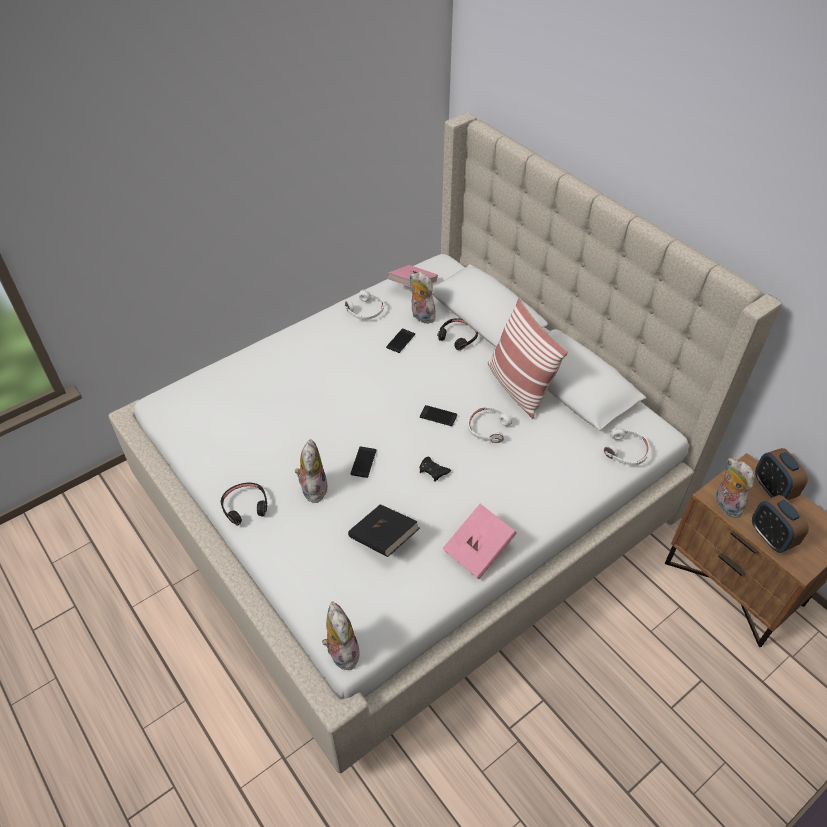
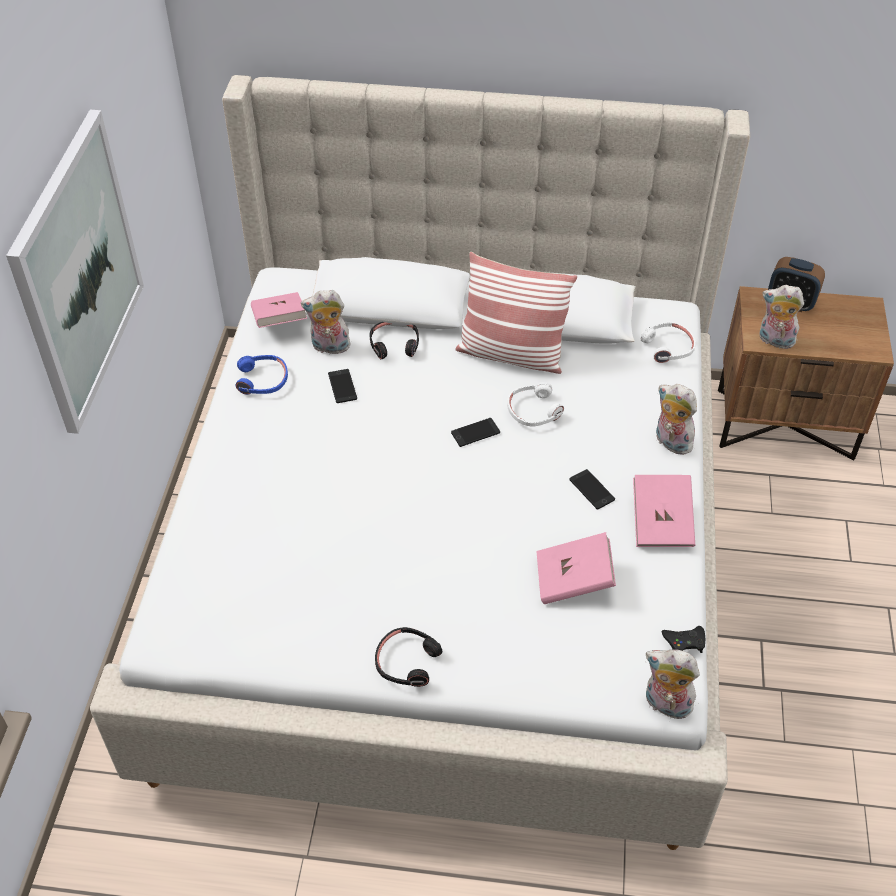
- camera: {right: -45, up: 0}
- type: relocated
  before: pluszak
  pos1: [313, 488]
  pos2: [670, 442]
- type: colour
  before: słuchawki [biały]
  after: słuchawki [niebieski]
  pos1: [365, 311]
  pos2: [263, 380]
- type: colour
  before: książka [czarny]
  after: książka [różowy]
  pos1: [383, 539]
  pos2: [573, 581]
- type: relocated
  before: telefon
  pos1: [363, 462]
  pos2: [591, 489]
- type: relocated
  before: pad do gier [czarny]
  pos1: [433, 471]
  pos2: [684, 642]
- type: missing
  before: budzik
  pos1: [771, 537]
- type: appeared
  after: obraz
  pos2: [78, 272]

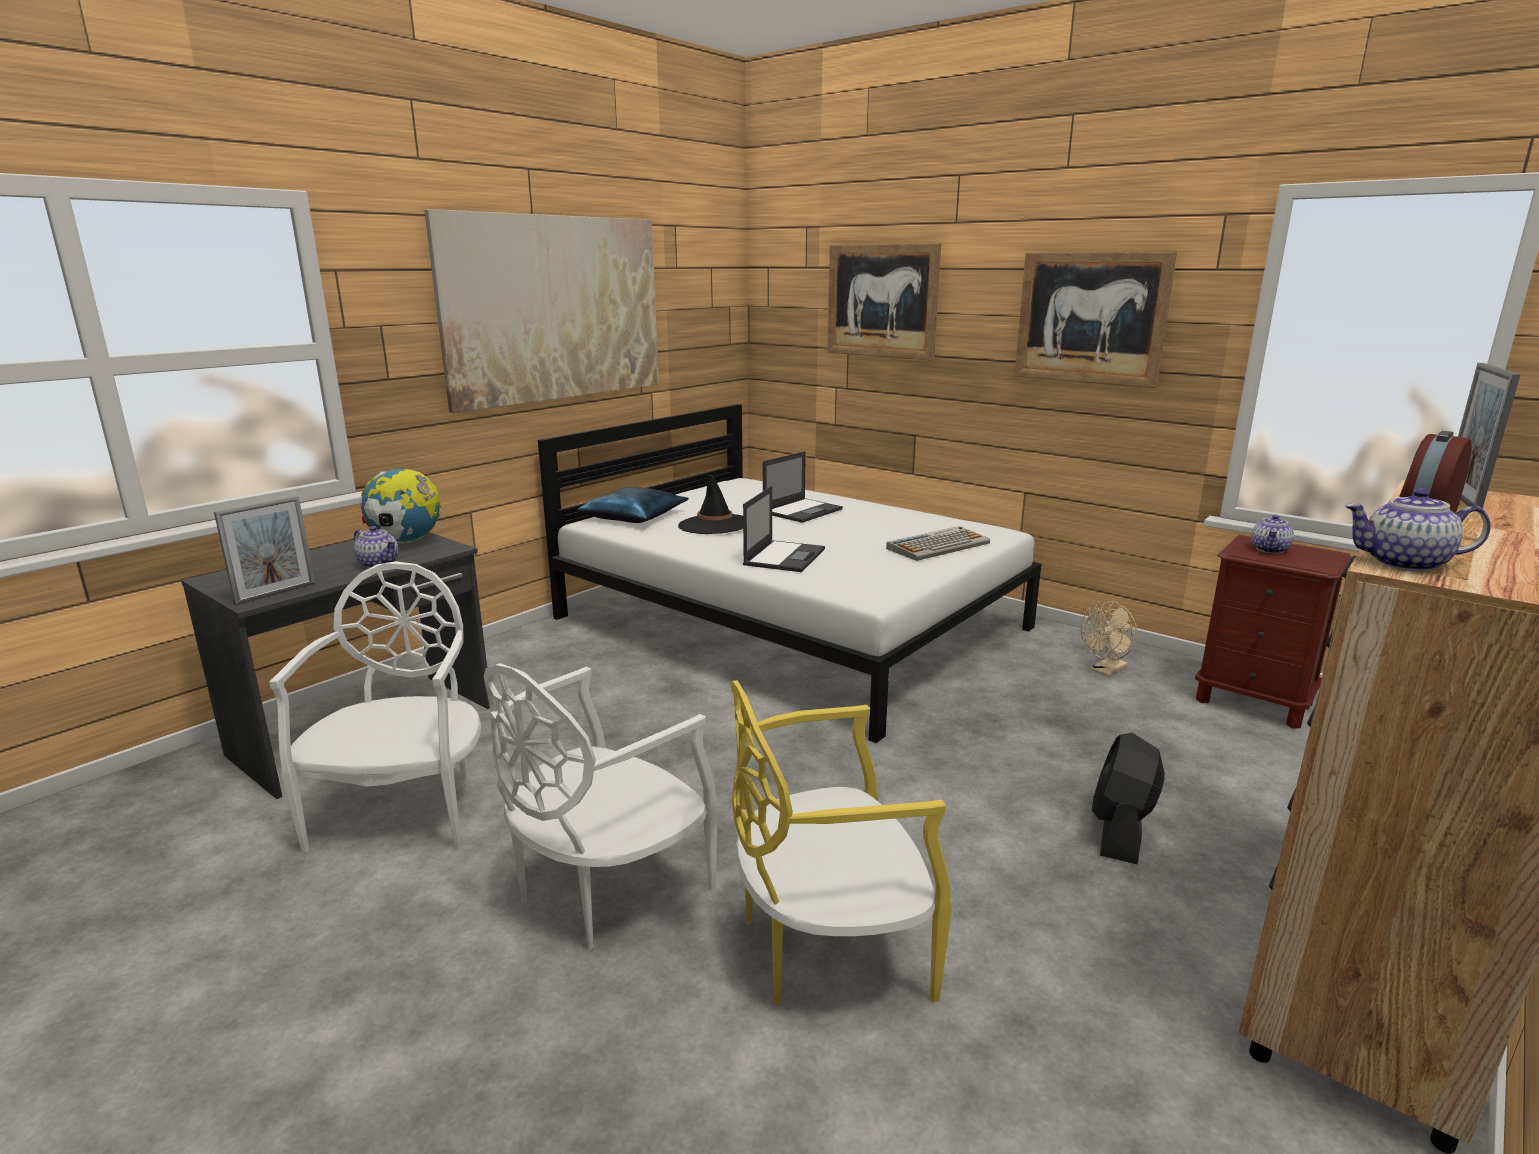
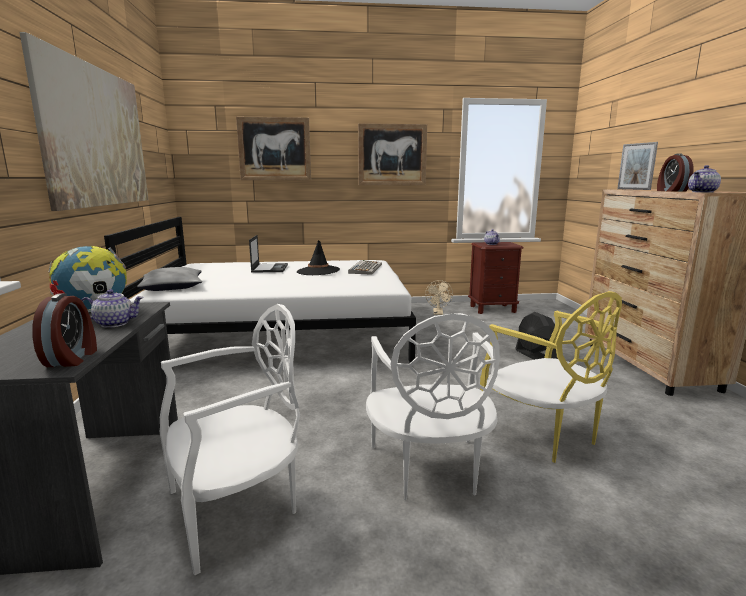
- camera: {right: -45, up: -5}
- type: exchanged
  before: ramka na zdjęcie
  after: budzik
  pos1: [275, 593]
  pos2: [72, 358]
- type: spun
  before: krzesło [biały]
  pos1: [405, 811]
  pos2: [237, 508]
  turn: 105
- type: colour
  before: poduszka [niebieski]
  after: poduszka [szary]
  pos1: [634, 516]
  pos2: [172, 287]
- type: relocated
  before: kapelusz [czarny]
  pos1: [714, 525]
  pos2: [318, 271]
- type: spun
  before: krzesło [żółty]
  pos1: [828, 947]
  pos2: [542, 434]
  turn: -60
- type: missing
  before: laptop
  pos1: [784, 556]

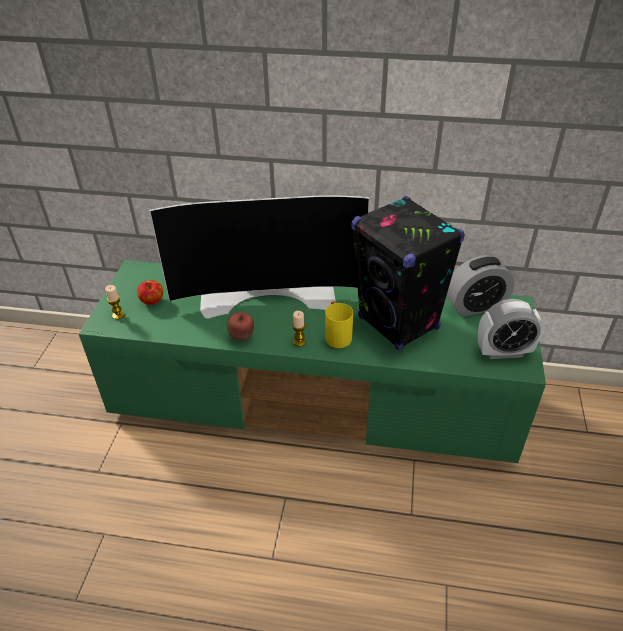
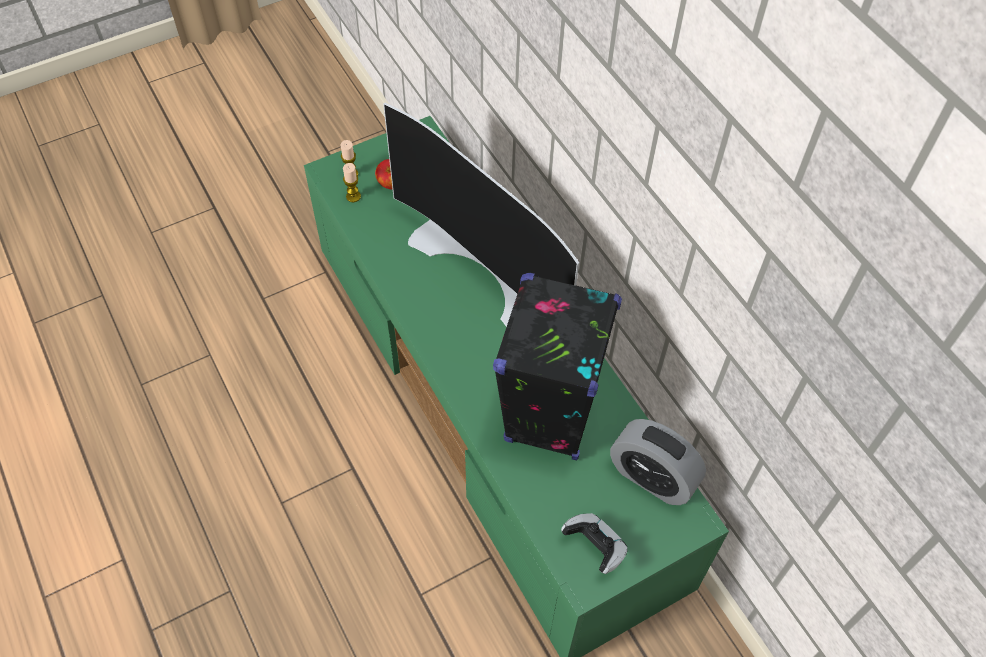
- camera: {right: 50, up: 15}
- type: missing
  before: jabłko
  pos1: [241, 337]
- type: relocated
  before: świeca
  pos1: [299, 342]
  pos2: [353, 196]
- type: missing
  before: kubek [żółty]
  pos1: [337, 335]
- type: exchanged
  before: budzik
  after: pad do gier
  pos1: [503, 352]
  pos2: [595, 547]

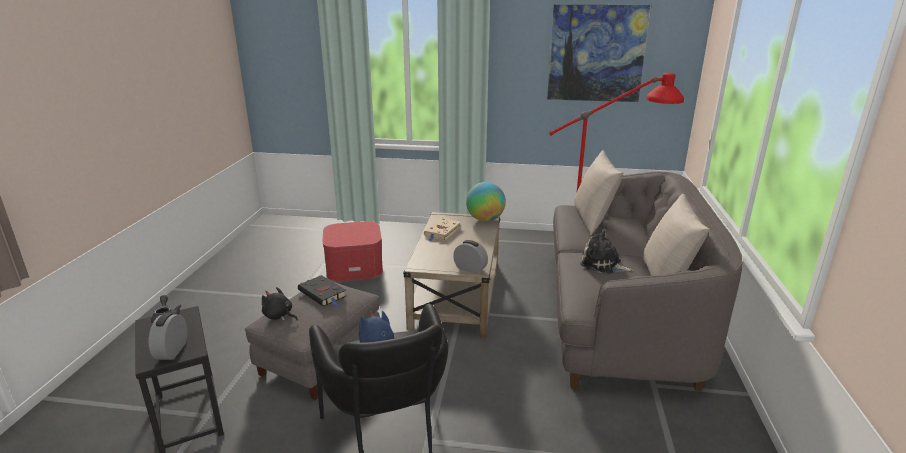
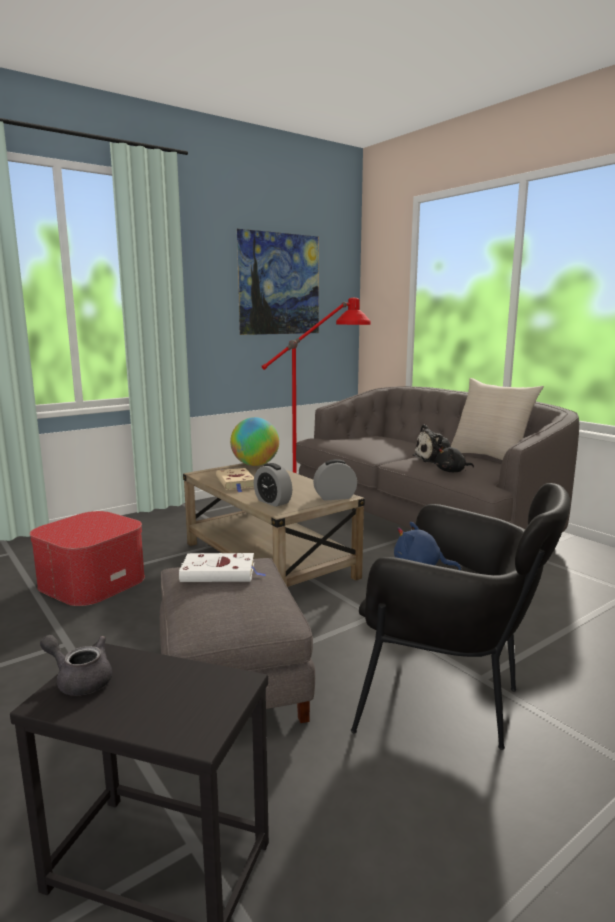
- camera: {right: -45, up: -10}
- type: relocated
  before: budzik
  pos1: [172, 351]
  pos2: [272, 502]
- type: relocated
  before: pluszak [czarny]
  pos1: [279, 316]
  pos2: [452, 471]
- type: colour
  before: książka [czarny]
  after: książka [biały]
  pos1: [323, 294]
  pos2: [220, 573]
- type: missing
  before: poduszka [beżowy]
  pos1: [593, 221]

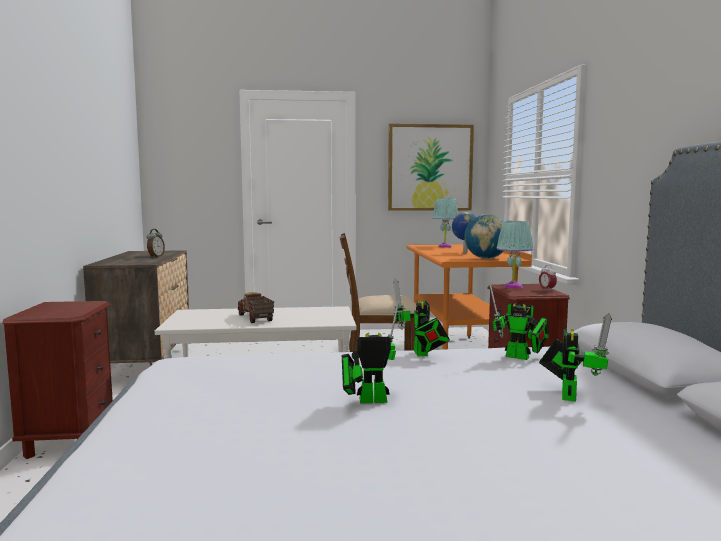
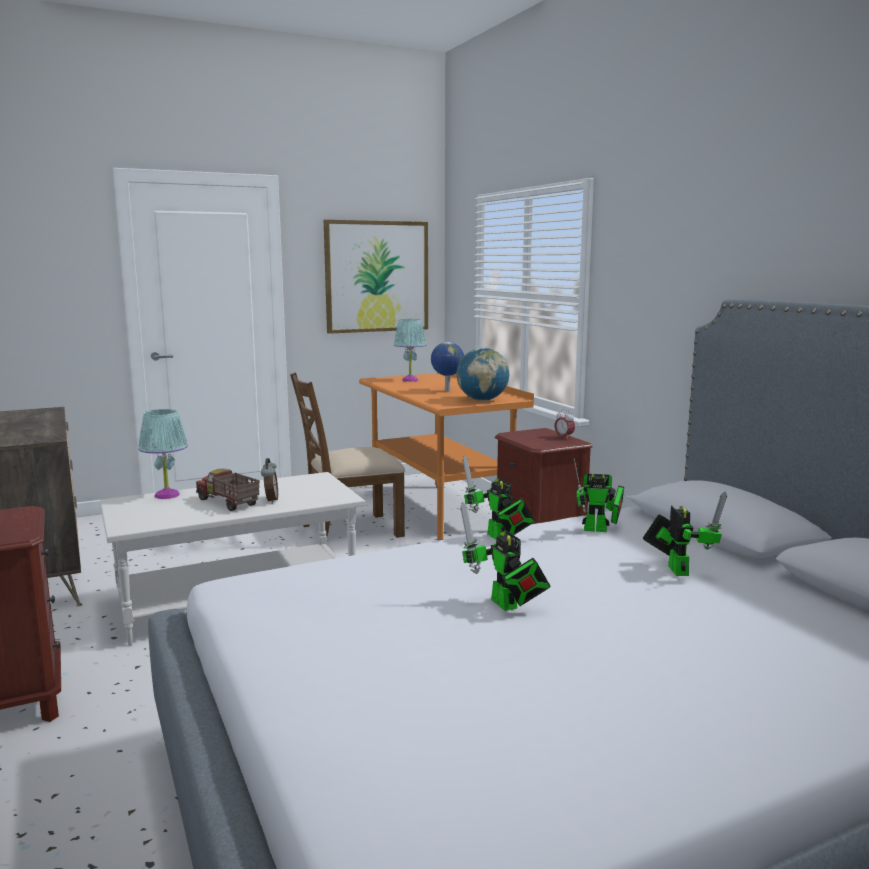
- camera: {right: -20, up: 5}
- type: relocated
  before: budzik
  pos1: [155, 256]
  pos2: [270, 500]
- type: spun
  before: robot zabawkowy
  pos1: [368, 400]
  pos2: [506, 606]
  turn: -90
- type: relocated
  before: lampa stołowa [turkusowy]
  pos1: [513, 287]
  pos2: [167, 495]

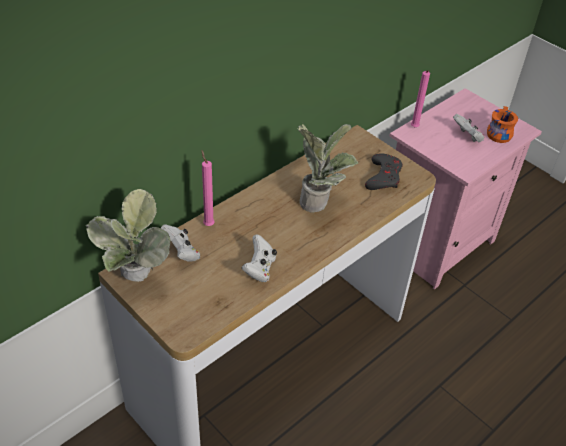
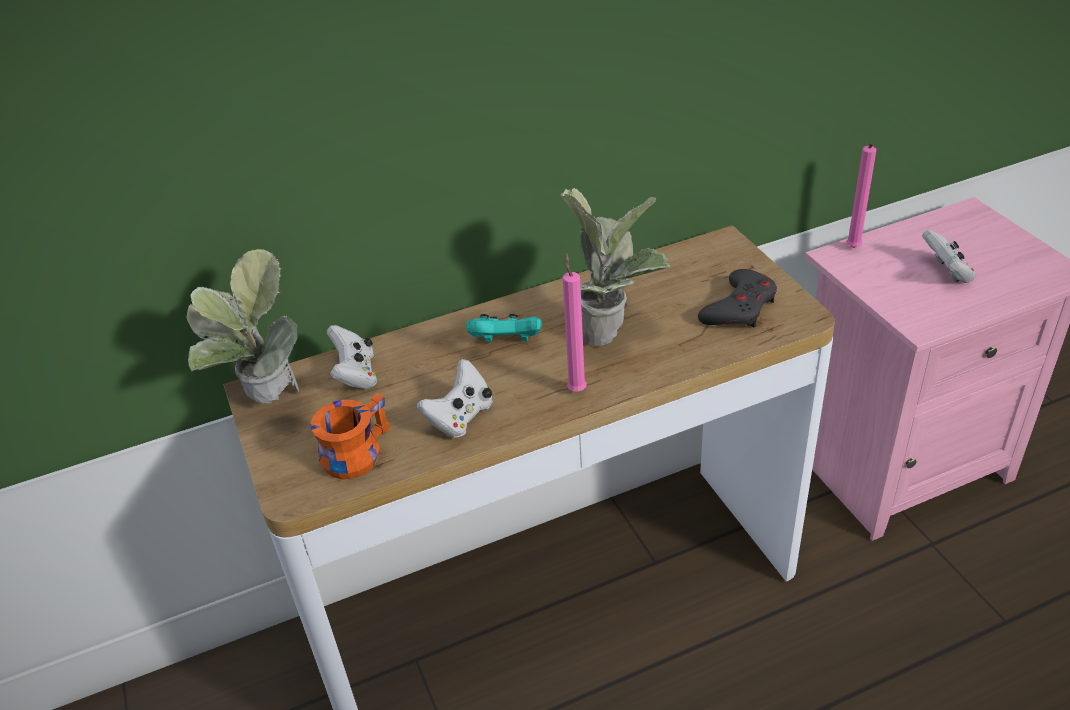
- camera: {right: 25, up: -5}
- type: relocated
  before: świeca [różowy]
  pos1: [208, 224]
  pos2: [576, 389]
- type: relocated
  before: kubek [pomarańczowy]
  pos1: [497, 132]
  pos2: [354, 451]
- type: appeared
  after: pad do gier [turkusowy]
  pos2: [507, 343]

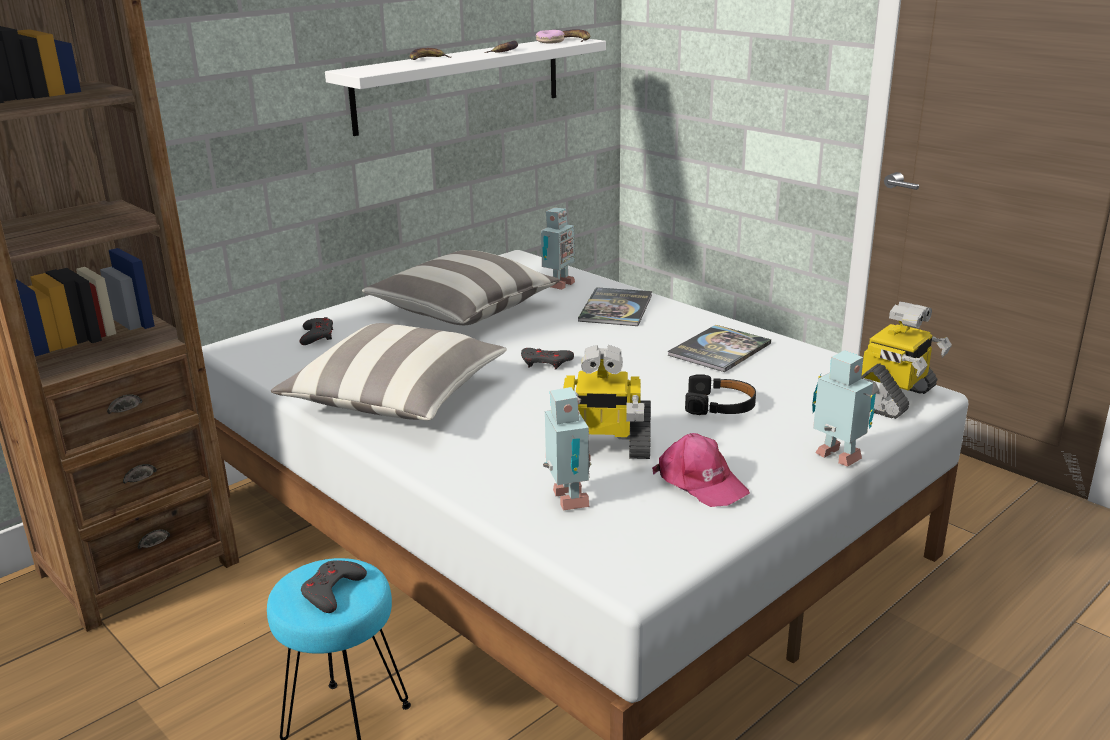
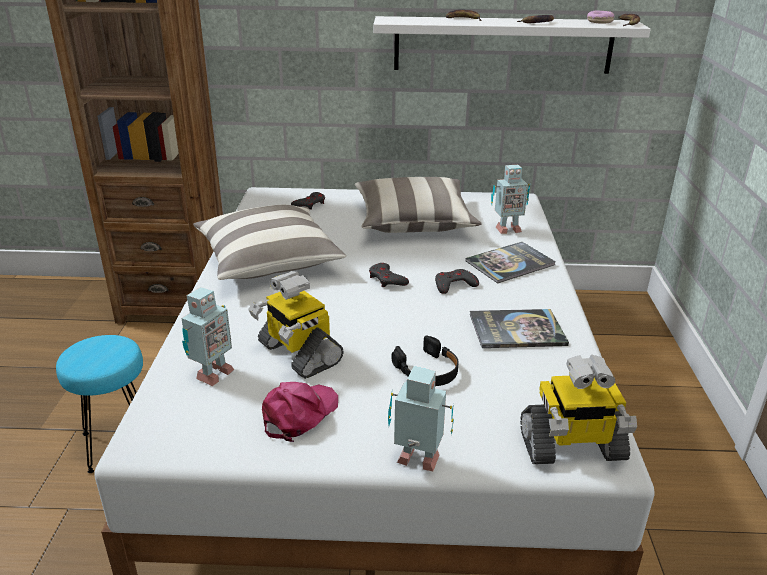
- camera: {right: 45, up: 5}
- type: relocated
  before: pad do gier [szary]
  pos1: [332, 591]
  pos2: [454, 285]
- type: spun
  before: czapka z daszkiem [różowy]
  pos1: [700, 482]
  pos2: [299, 414]
  turn: -150
- type: spun
  before: robot zabawkowy
  pos1: [837, 458]
  pos2: [418, 463]
  turn: -75

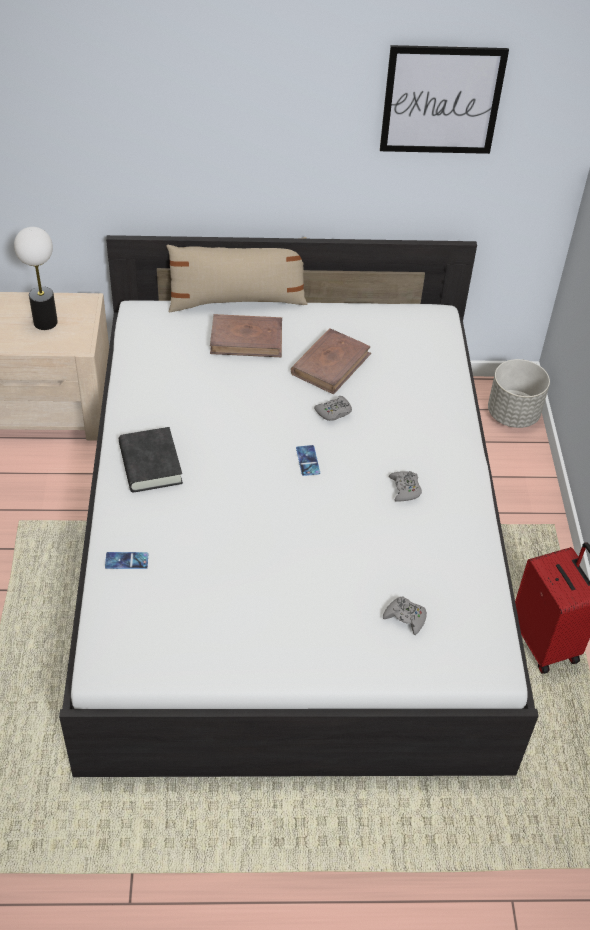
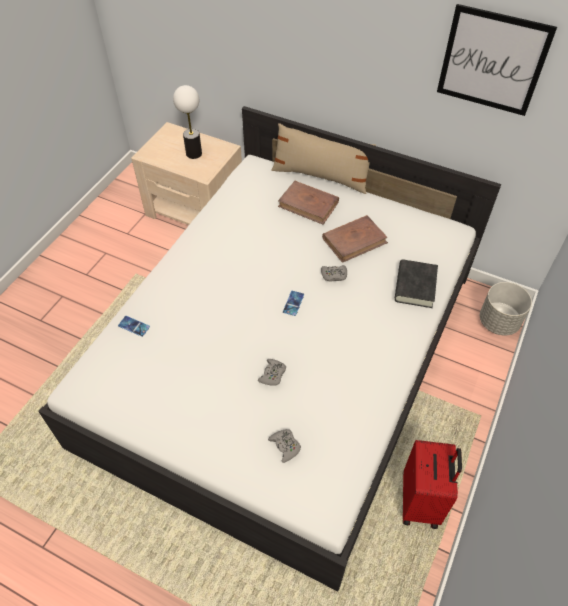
- camera: {right: 30, up: 5}
- type: relocated
  before: książka [czarny]
  pos1: [150, 464]
  pos2: [415, 286]
- type: relocated
  before: pad do gier [szary]
  pos1: [405, 489]
  pos2: [272, 374]

